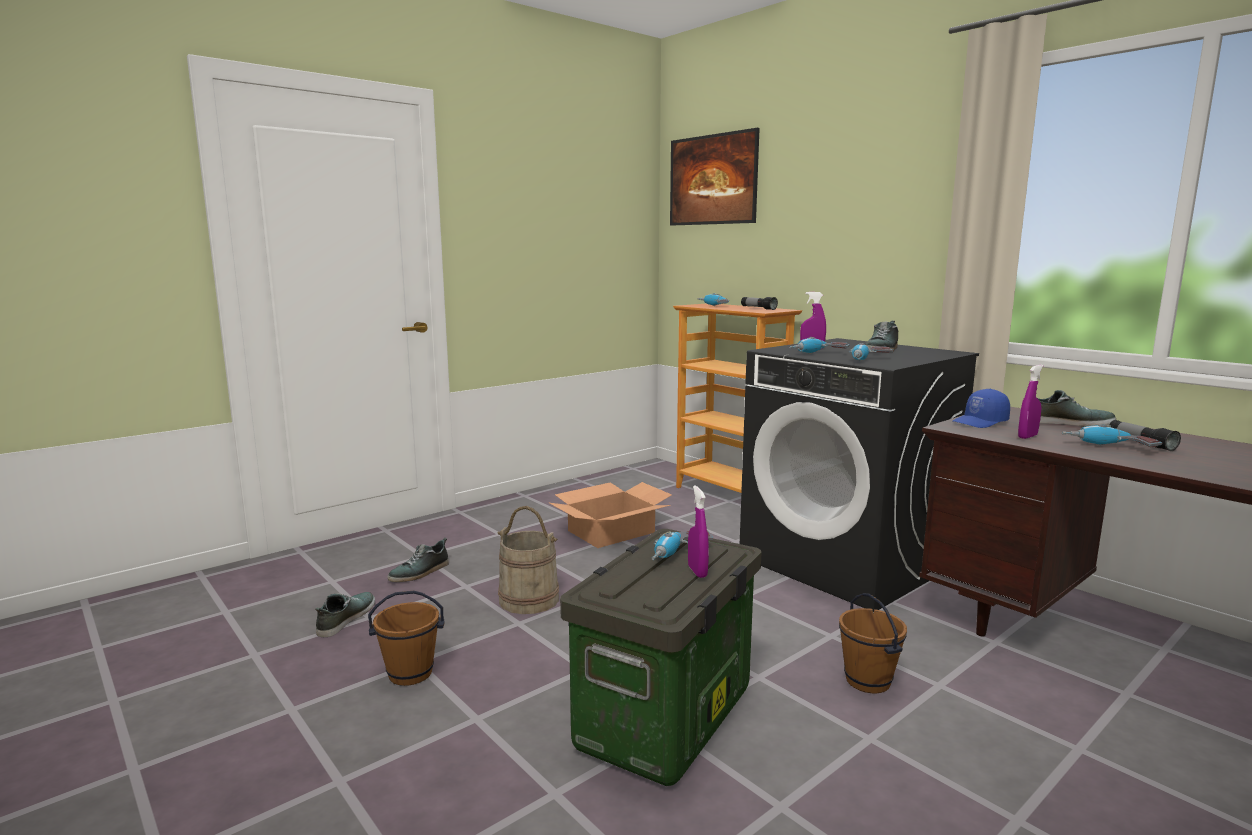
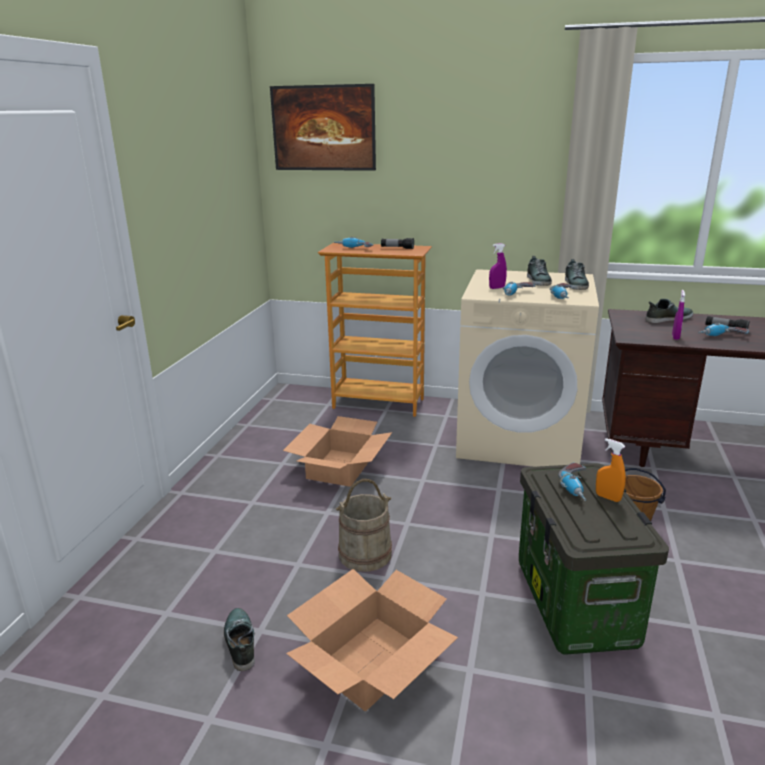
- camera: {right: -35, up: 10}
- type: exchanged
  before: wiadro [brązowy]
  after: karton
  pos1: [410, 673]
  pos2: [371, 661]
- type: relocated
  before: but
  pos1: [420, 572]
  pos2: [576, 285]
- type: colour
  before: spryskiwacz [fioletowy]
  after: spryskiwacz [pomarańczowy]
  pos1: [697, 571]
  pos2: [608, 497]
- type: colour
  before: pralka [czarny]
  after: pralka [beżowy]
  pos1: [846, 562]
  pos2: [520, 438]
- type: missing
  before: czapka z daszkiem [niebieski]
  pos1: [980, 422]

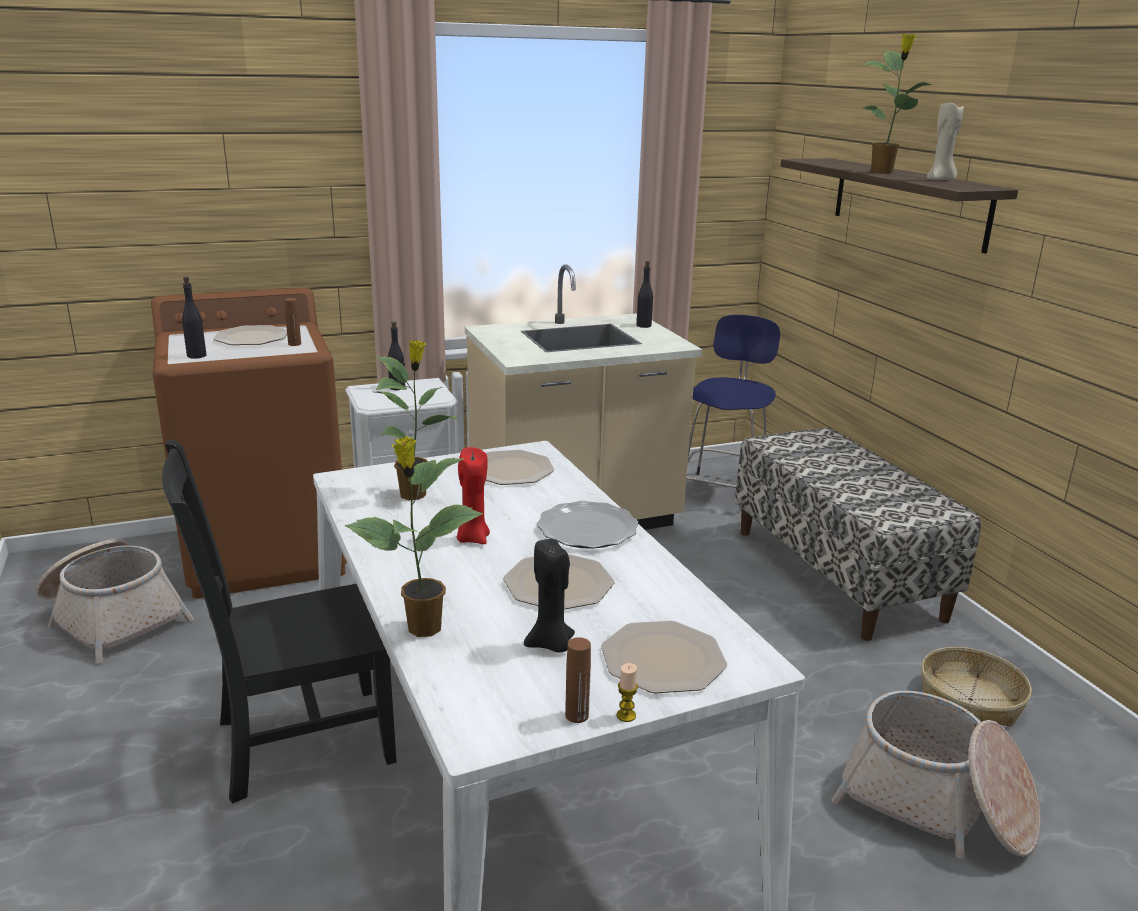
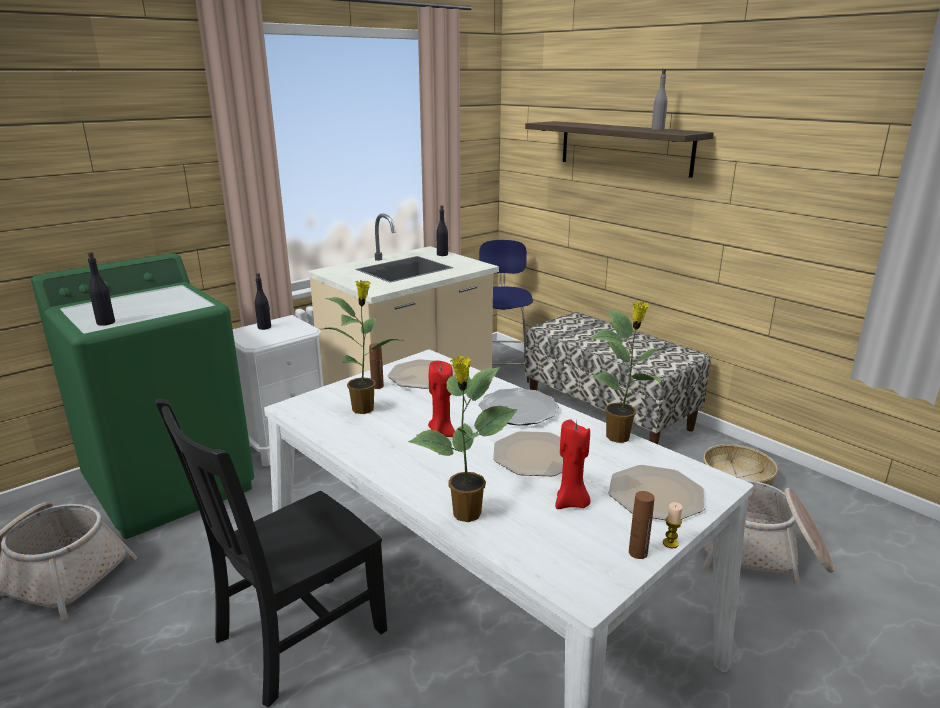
- camera: {right: -20, up: 0}
- type: colour
  before: pralka [brązowy]
  after: pralka [zielony]
  pos1: [267, 552]
  pos2: [171, 484]
- type: missing
  before: talerz
  pos1: [251, 337]
- type: relocated
  before: butelka [brązowy]
  pos1: [294, 344]
  pos2: [377, 386]
- type: colour
  before: świeca [czarny]
  after: świeca [czerwony]
  pos1: [551, 644]
  pos2: [571, 503]
- type: relocated
  before: roślina doniczkowa
  pos1: [883, 172]
  pos2: [619, 437]
- type: exchanged
  before: świeca [beżowy]
  after: butelka [szary]
  pos1: [940, 180]
  pos2: [657, 129]

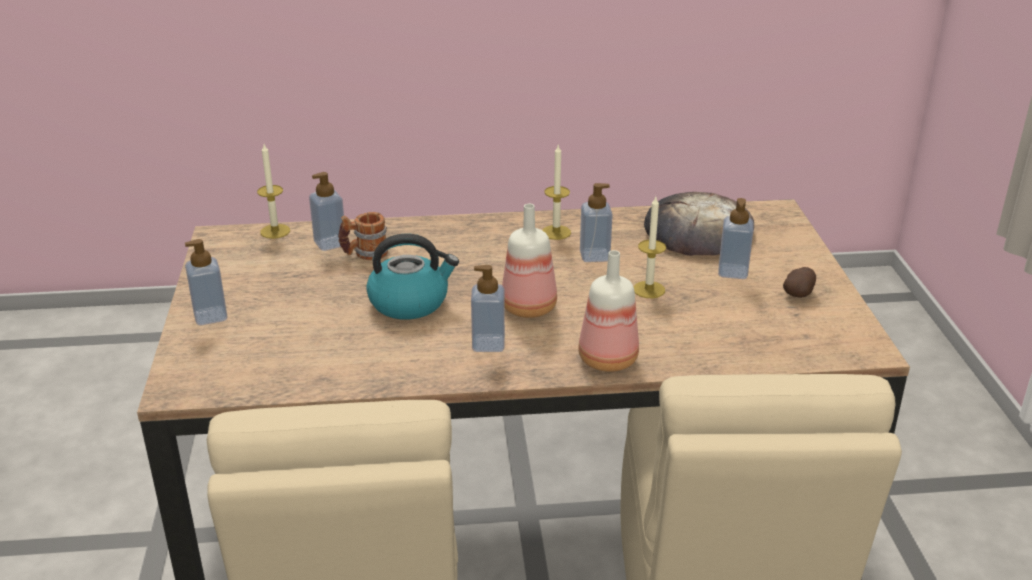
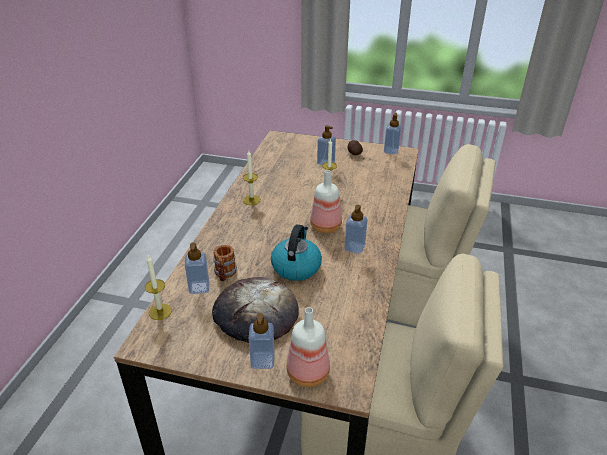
- camera: {right: -70, up: 5}
- type: relocated
  before: butelka
  pos1: [607, 361]
  pos2: [309, 374]
- type: relocated
  before: dozownik mydła
  pos1: [594, 256]
  pos2: [391, 151]
- type: relocated
  before: chleb
  pos1: [697, 231]
  pos2: [255, 313]

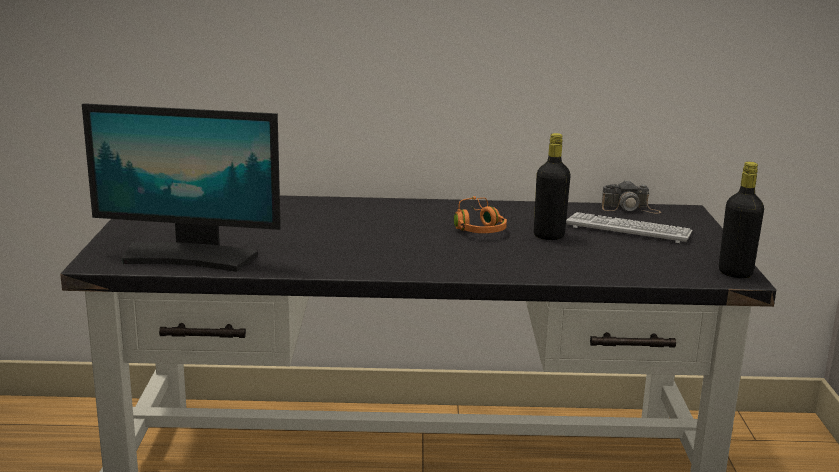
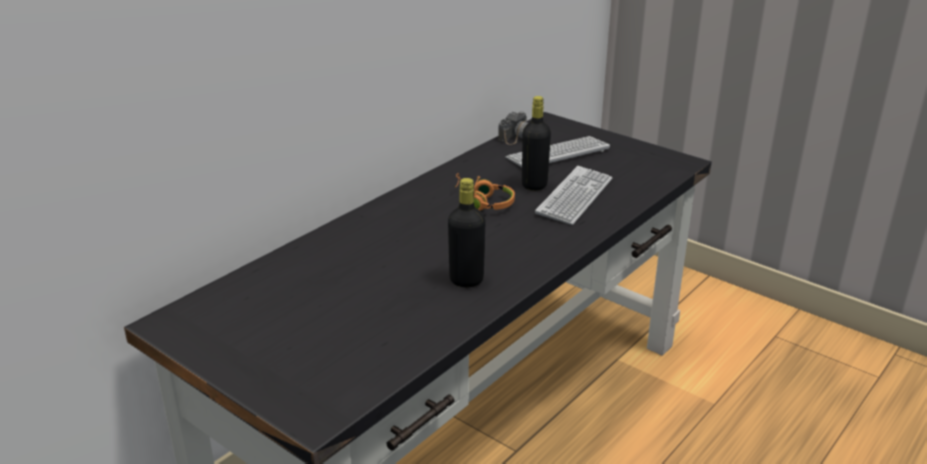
- camera: {right: -50, up: 10}
- type: missing
  before: monitor
  pos1: [189, 257]
- type: relocated
  before: butelka [czarny]
  pos1: [735, 273]
  pos2: [466, 280]
- type: appeared
  after: klawiatura
  pos2: [575, 196]

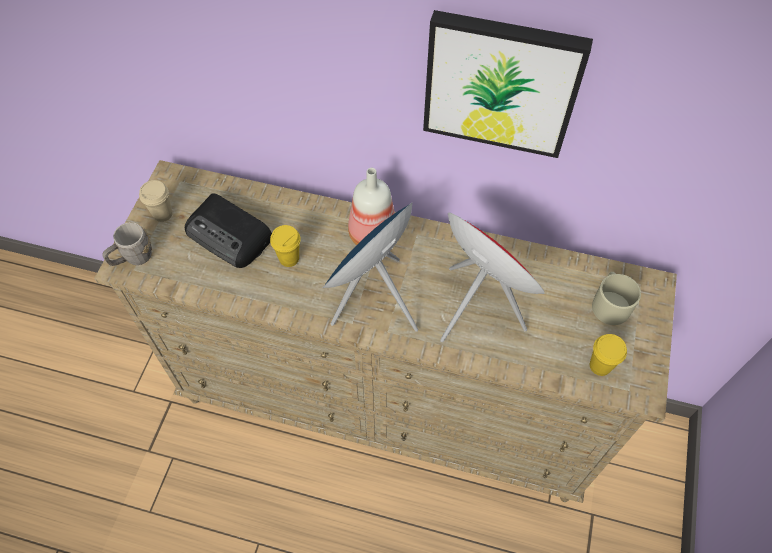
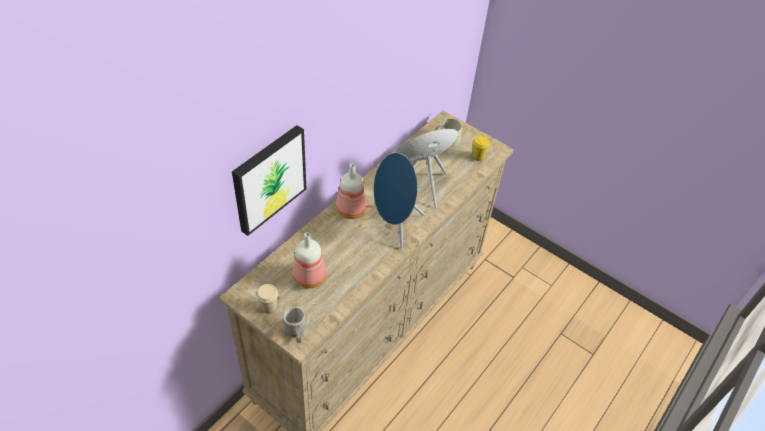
- camera: {right: -70, up: -10}
- type: exchanged
  before: radio
  after: butelka
  pos1: [230, 235]
  pos2: [310, 276]
- type: missing
  before: filiżanka [żółty]
  pos1: [289, 258]
- type: relocated
  before: obraz
  pos1: [501, 83]
  pos2: [268, 178]

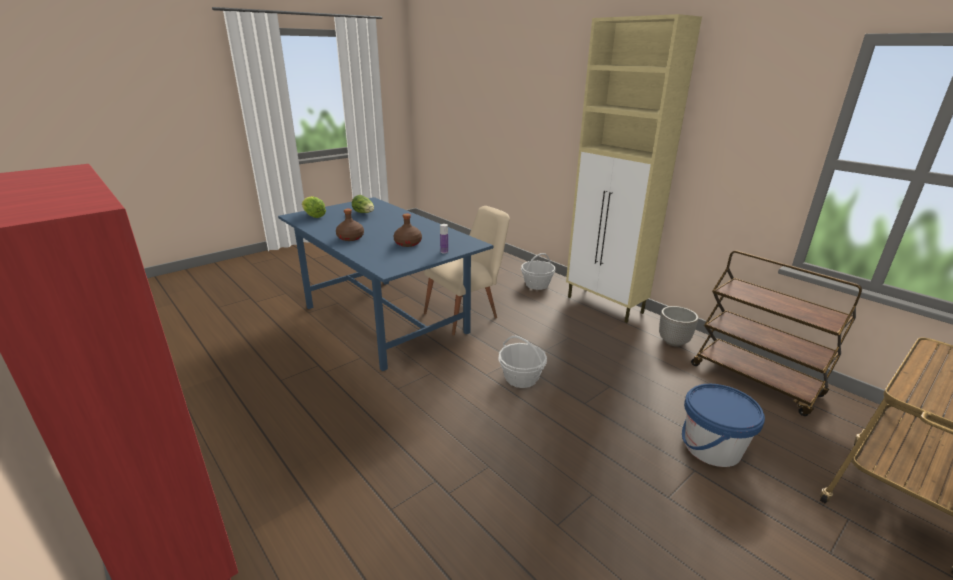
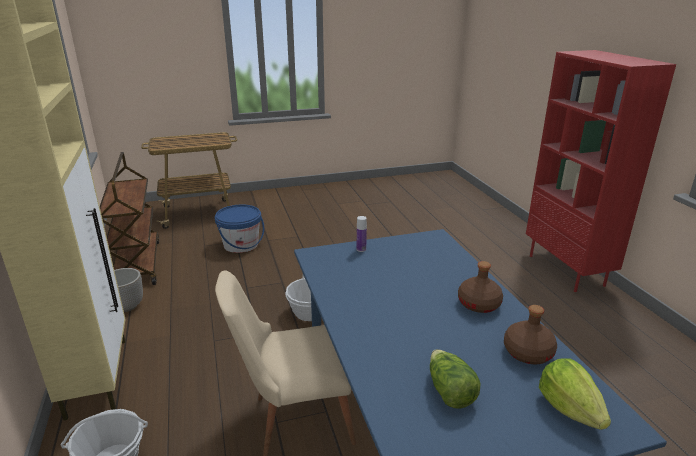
- camera: {right: -155, up: 0}
- type: relocated
  before: butelka [brązowy]
  pos1: [408, 243]
  pos2: [527, 352]

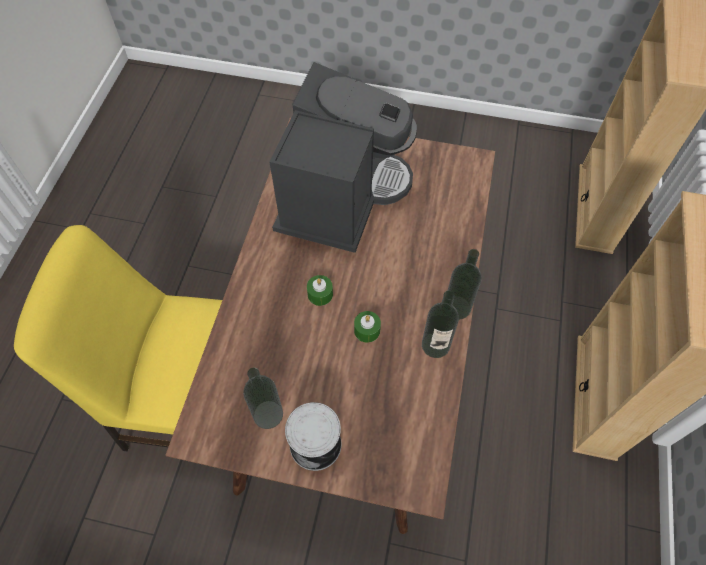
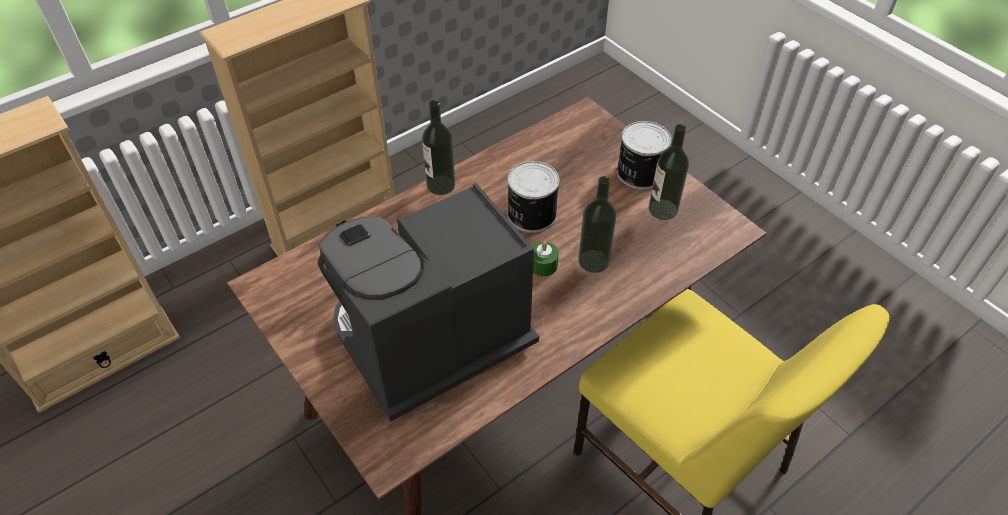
- camera: {right: -140, up: -10}
- type: exchanged
  before: świeca [zielony]
  after: puszka
  pos1: [367, 330]
  pos2: [530, 214]
- type: relocated
  before: butelka
  pos1: [435, 345]
  pos2: [593, 261]

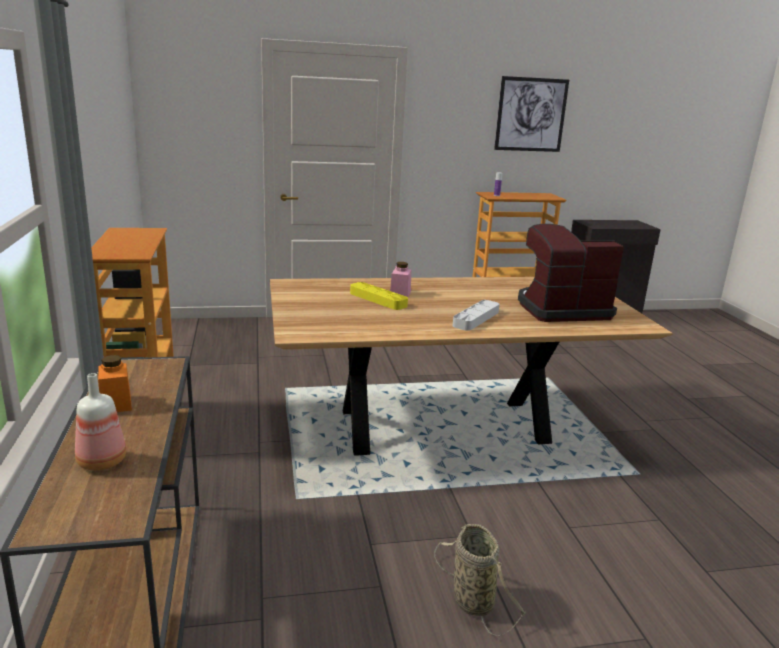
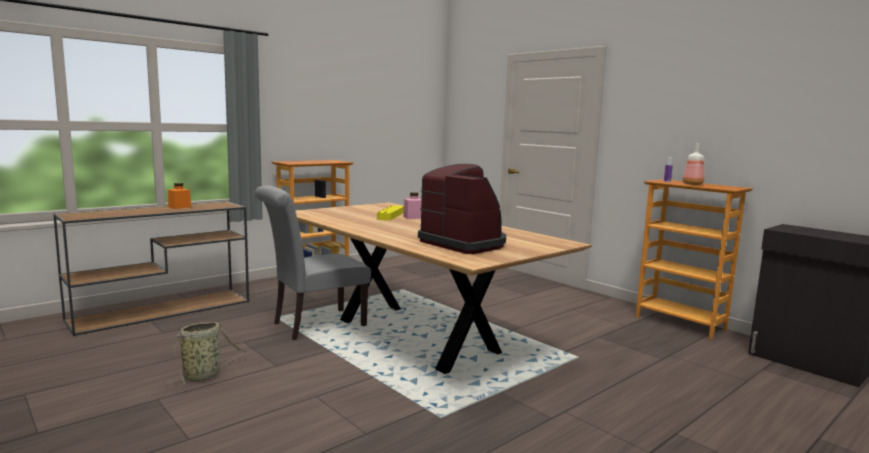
- camera: {right: 60, up: -10}
- type: relocated
  before: butelka
  pos1: [102, 463]
  pos2: [692, 184]
- type: missing
  before: taca [szary]
  pos1: [476, 319]
- type: missing
  before: obraz
  pos1: [531, 114]
- type: appeared
  after: krzesło [szary]
  pos2: [313, 325]

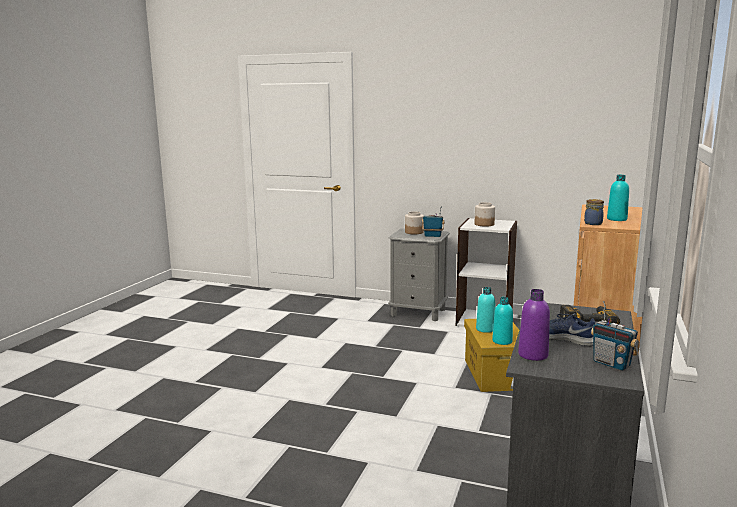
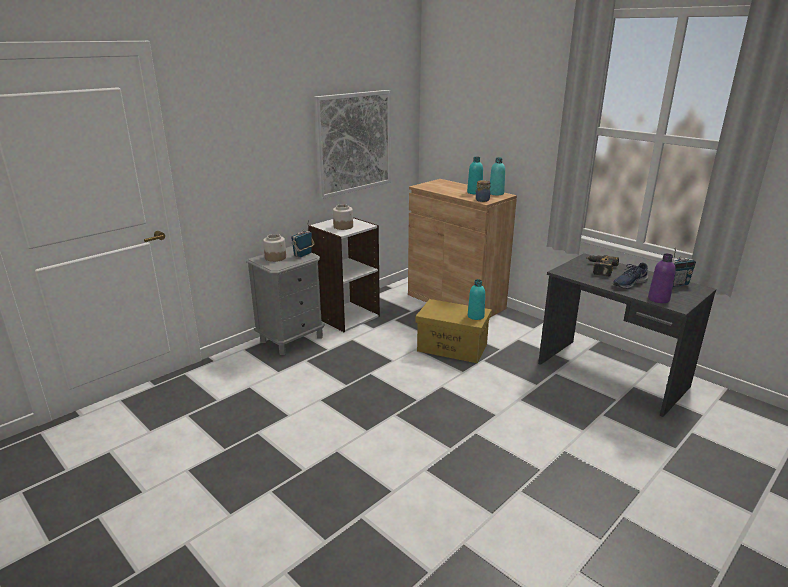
- camera: {right: -65, up: 10}
- type: relocated
  before: butelka [turkusowy]
  pos1: [485, 329]
  pos2: [496, 193]
- type: appeared
  after: obraz
  pos2: [353, 142]

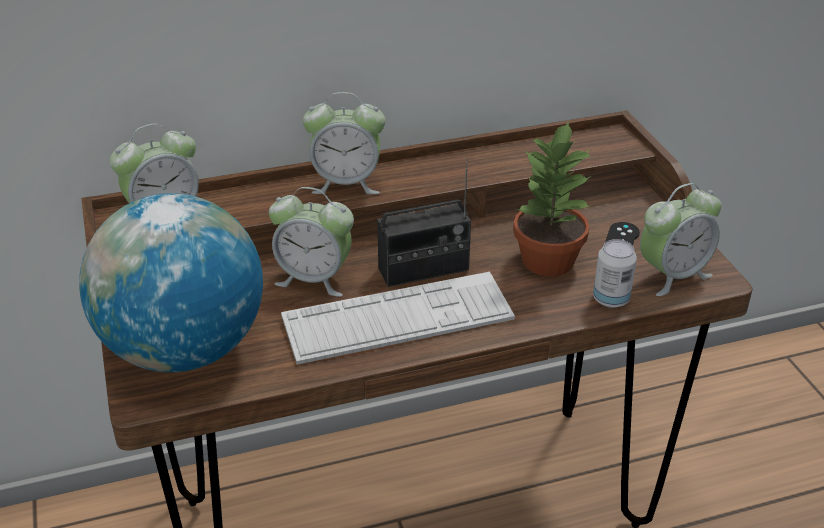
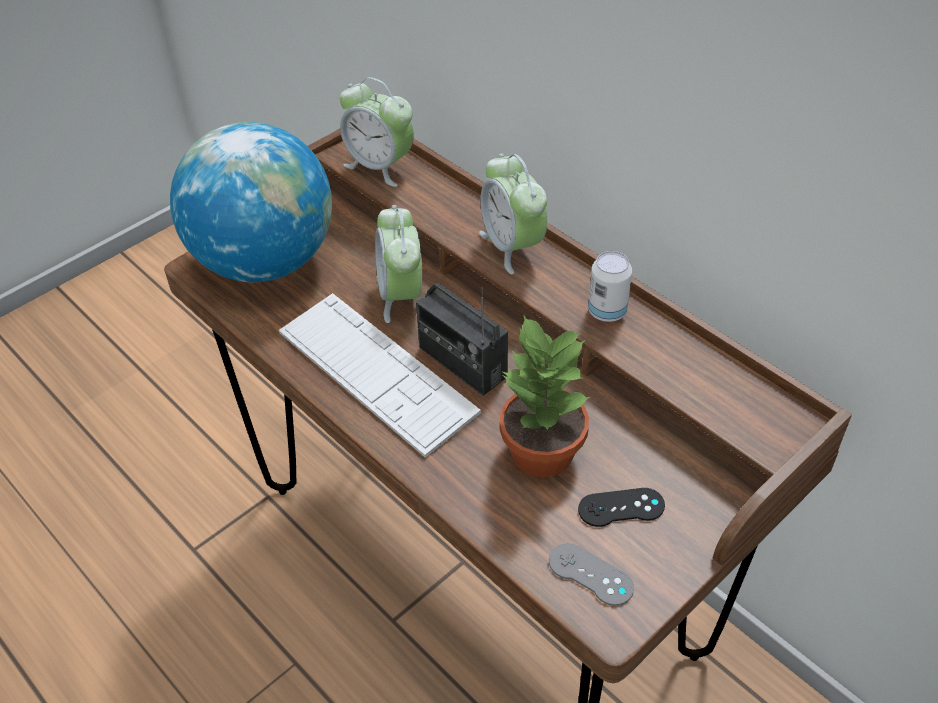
- camera: {right: 65, up: 10}
- type: relocated
  before: puszka
  pos1: [610, 299]
  pos2: [607, 311]
- type: exchanged
  before: budzik
  after: pad do gier [szary]
  pos1: [672, 275]
  pos2: [590, 574]

